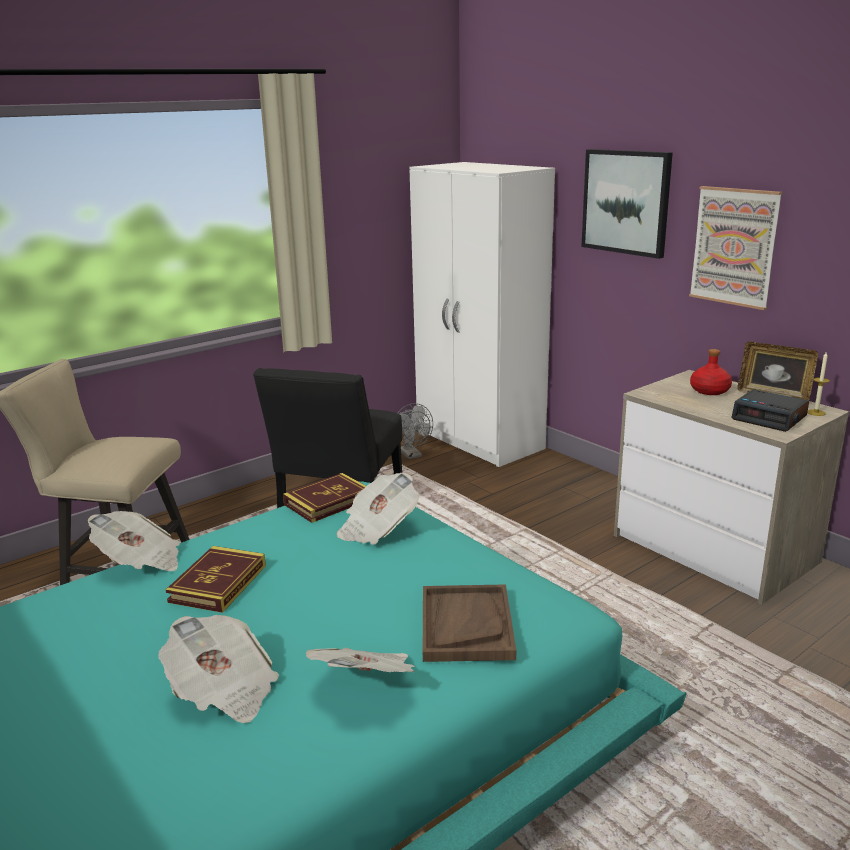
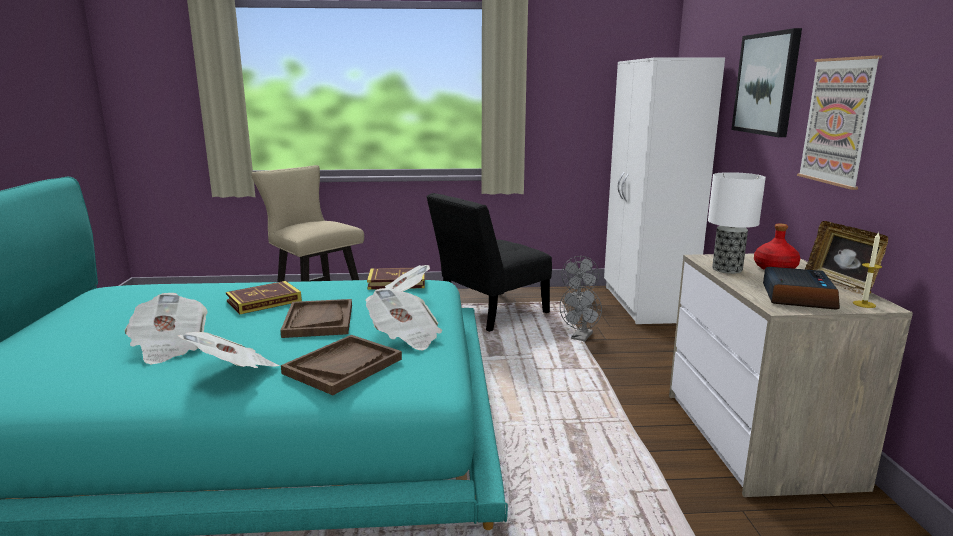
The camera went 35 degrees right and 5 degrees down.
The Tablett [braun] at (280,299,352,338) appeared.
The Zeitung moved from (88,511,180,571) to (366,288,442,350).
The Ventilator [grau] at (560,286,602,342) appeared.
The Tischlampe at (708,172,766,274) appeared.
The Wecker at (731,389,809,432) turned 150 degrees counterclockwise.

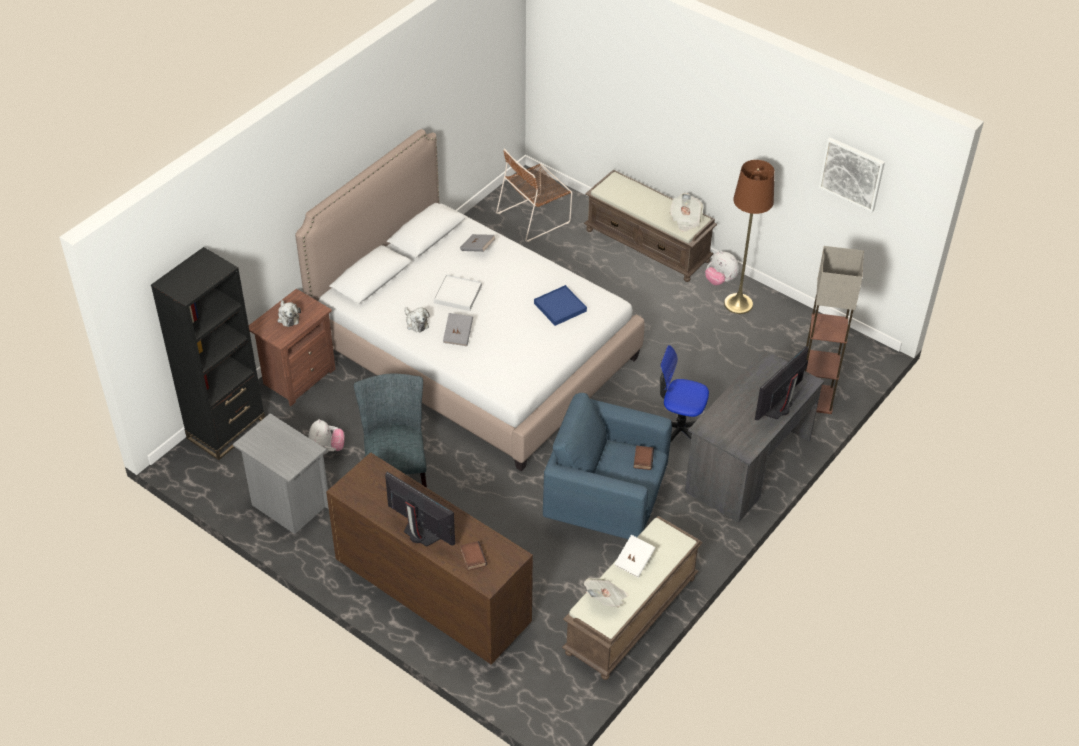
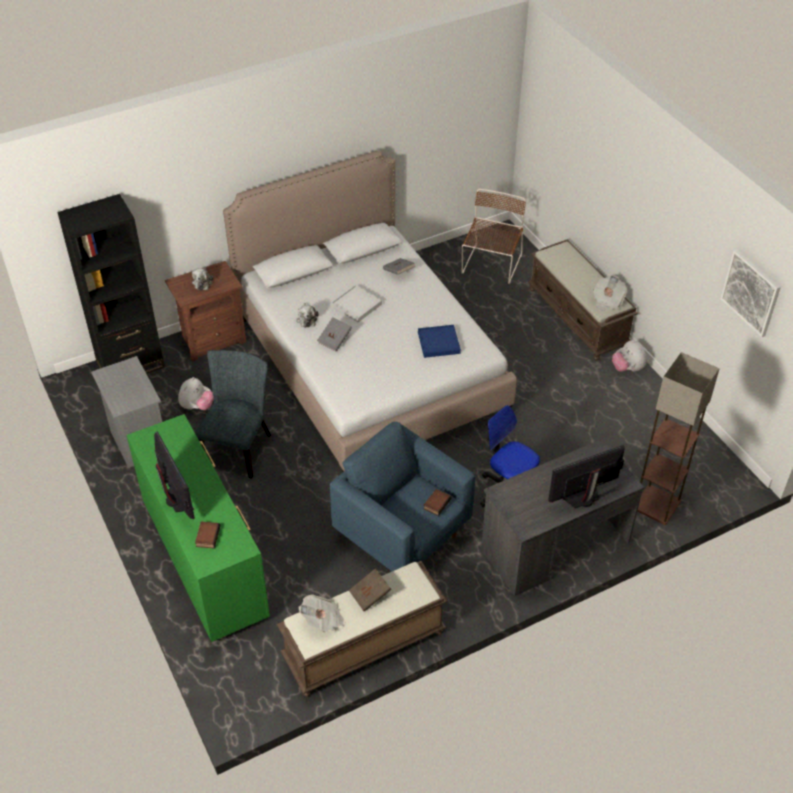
The camera went 25 degrees right and 0 degrees up.
The Kommode [braun] at (326,452,533,665) became the Kommode [grün] at (126,414,270,642).
The Buch [weiß] at (614,535,655,578) became the Buch [braun] at (349,569,391,612).
The Stuhl [braun] at (496,148,572,242) turned 120 degrees clockwise.
The Stehlampe [braun] at (724,160,775,314) disappeared.

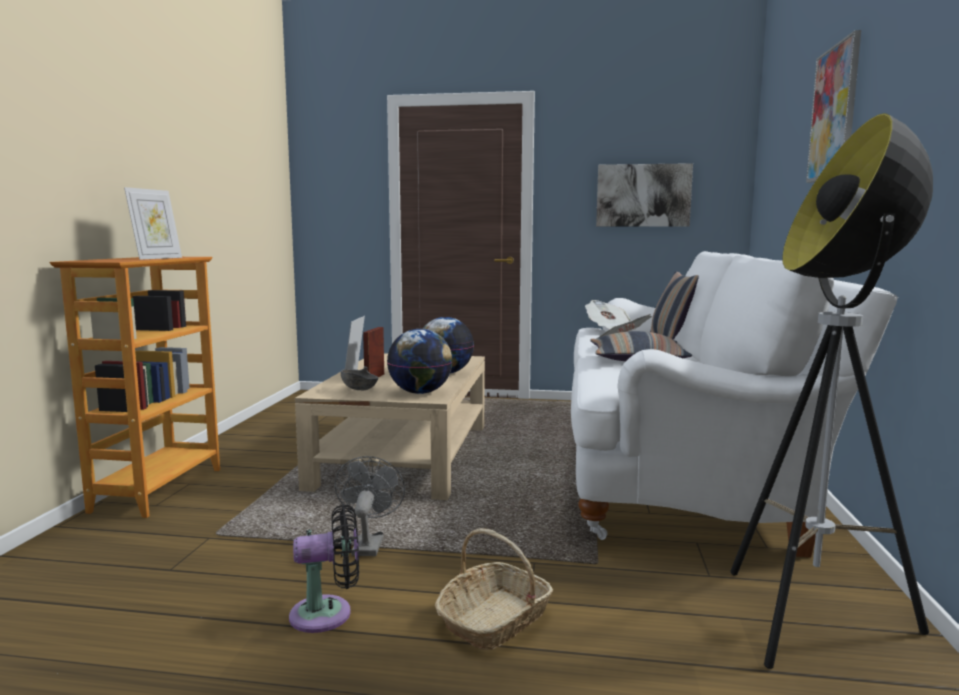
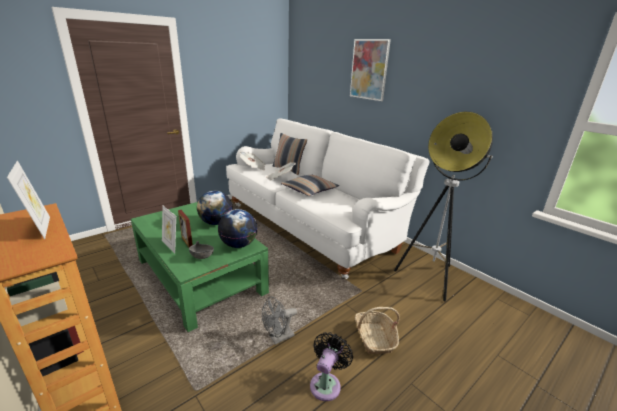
The camera went 50 degrees left and 15 degrees up.
The Couchtisch [beige] at (295,353,485,500) became the Couchtisch [grün] at (131,202,269,332).
The Ventilator [grau] at (335,456,405,556) turned 75 degrees counterclockwise.
The Bild at (596,163,693,227) disappeared.

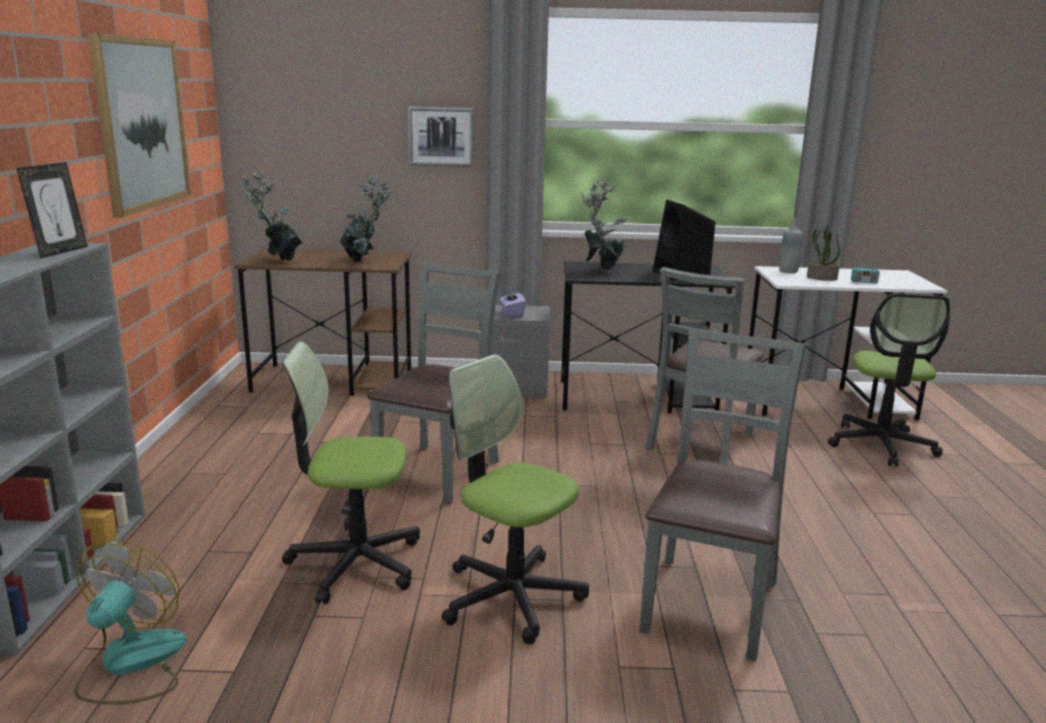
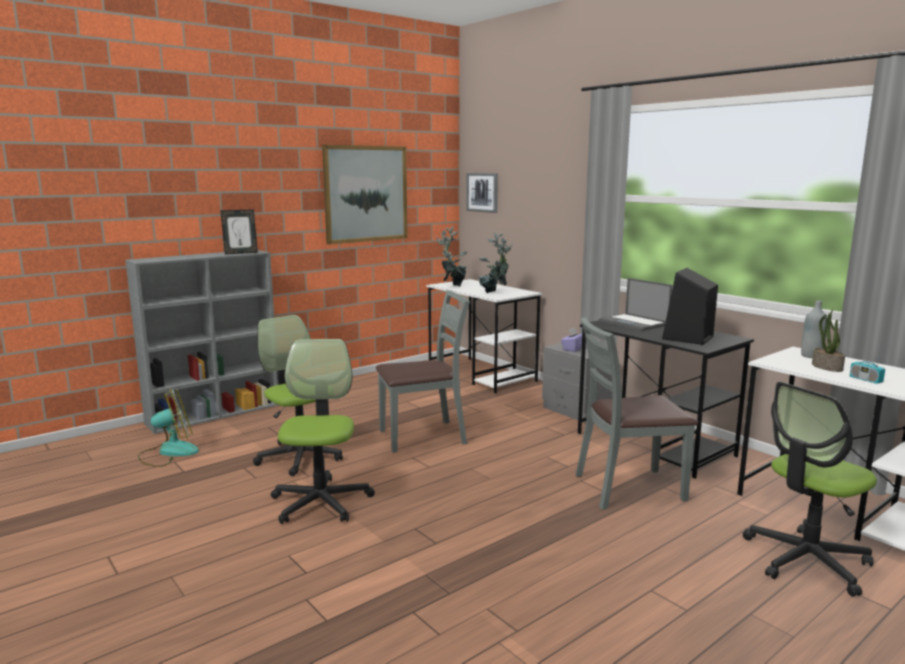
The camera went 50 degrees right and 5 degrees down.
The Schreibtisch [braun] at (234,249,412,396) became the Schreibtisch [weiß] at (426,279,543,393).
The Bild moved from (408,106,474,167) to (466,173,498,213).
The Topfpflanze at (580,178,628,271) was replaced by the Laptop at (599,278,673,331).
The Stuhl [grau] at (639,329,807,661) disappeared.

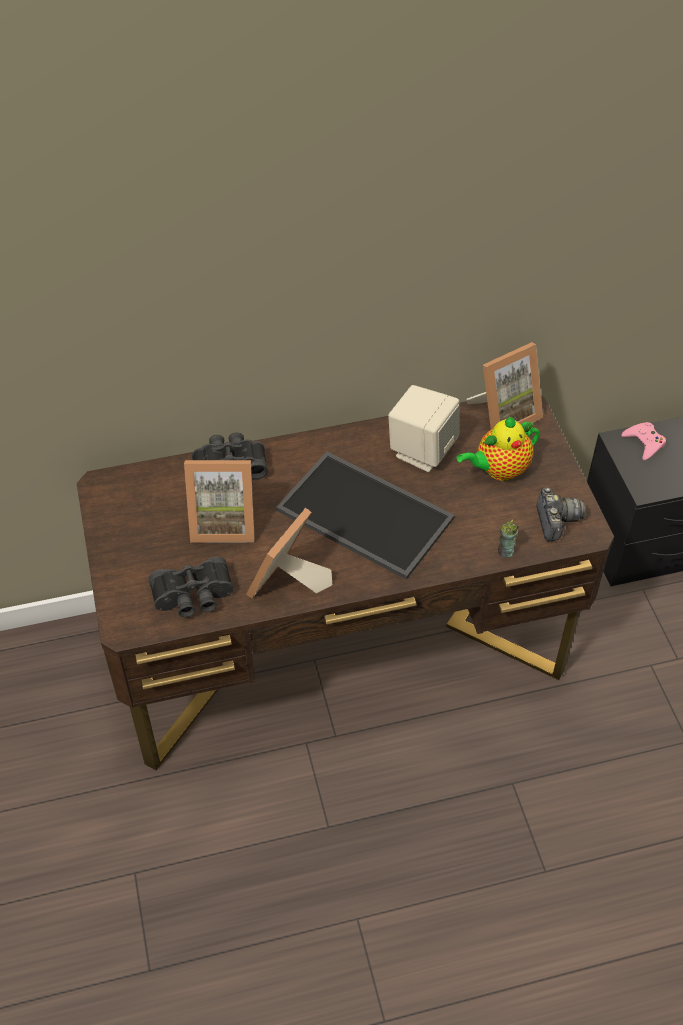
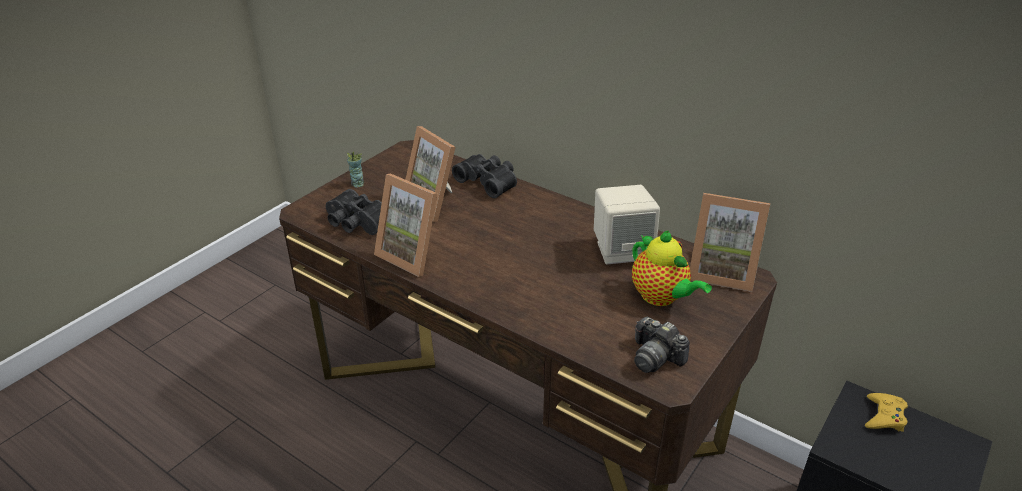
The camera went 50 degrees right and 15 degrees down.
The Tasse moved from (498,520,519,558) to (347,151,364,188).
The Bilderrahmen at (246,508,332,599) turned 135 degrees counterclockwise.
The Teekanne at (457,417,540,481) turned 150 degrees counterclockwise.
The Kamera at (536,487,585,541) turned 90 degrees clockwise.
The Gamepad [rosa] at (621,422,666,460) became the Gamepad [gelb] at (865,393,908,432).
The Tablett at (276,451,455,580) disappeared.

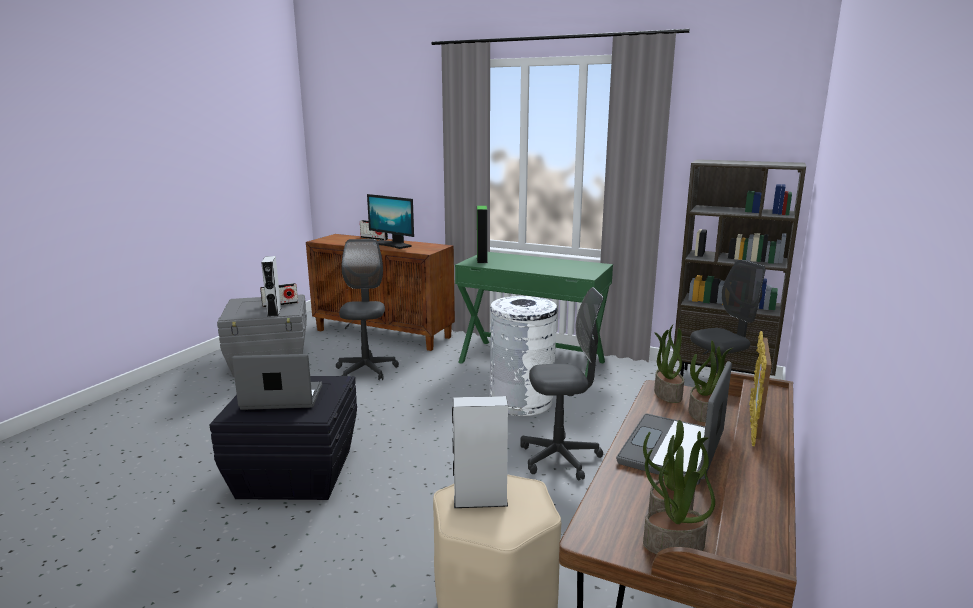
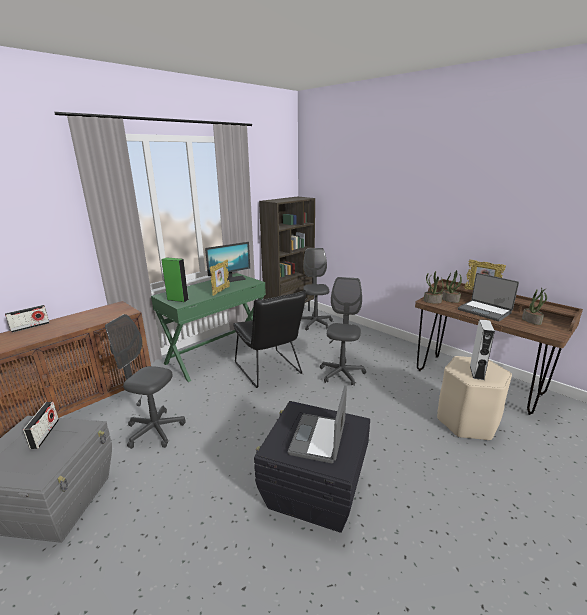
The camera went 70 degrees left and 5 degrees up.
The Monitor moved from (367,194,414,249) to (205,242,250,282).
The Bilderrahmen at (210,260,230,296) appeared.
The Mülleimer [weiß] at (489,296,557,416) was replaced by the Stuhl [schwarz] at (233,290,306,388).
The Lautsprecher [grau] at (261,256,281,317) disappeared.
The Topfpflanze at (643,446,715,554) disappeared.

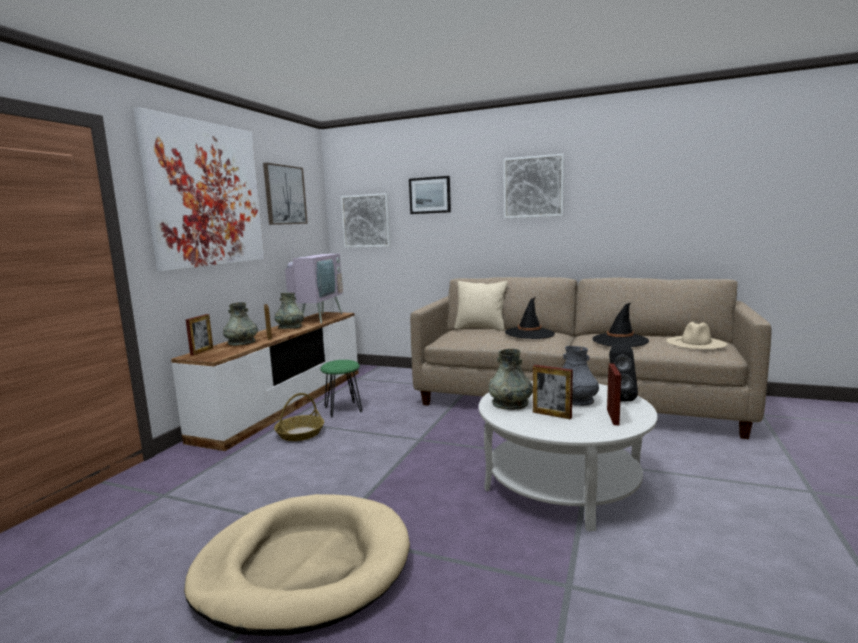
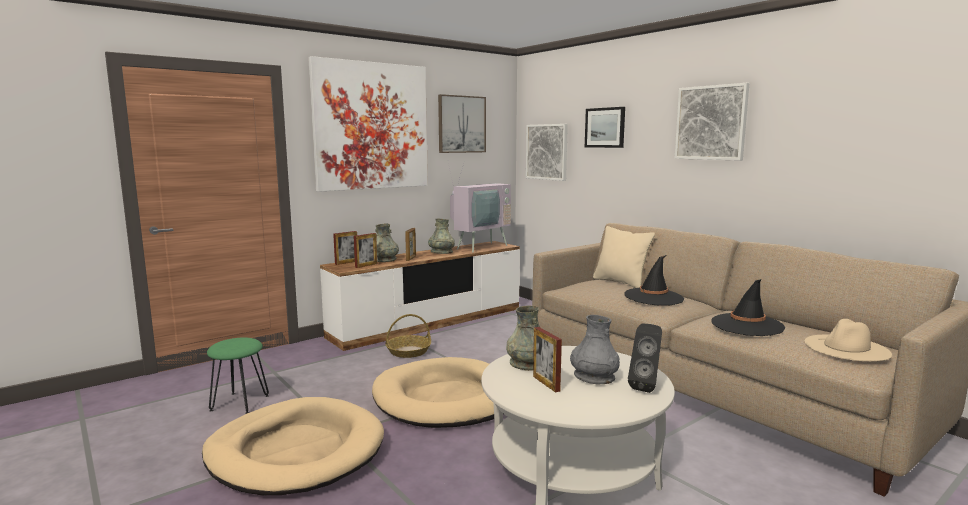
The camera went 30 degrees right and 0 degrees up.
The Hocker [grün] moved from (320,360,362,418) to (207,338,269,414).
The Bilderrahmen moved from (607,364,621,425) to (354,233,377,268).
The Hundebett [beige] at (372,357,494,428) appeared.

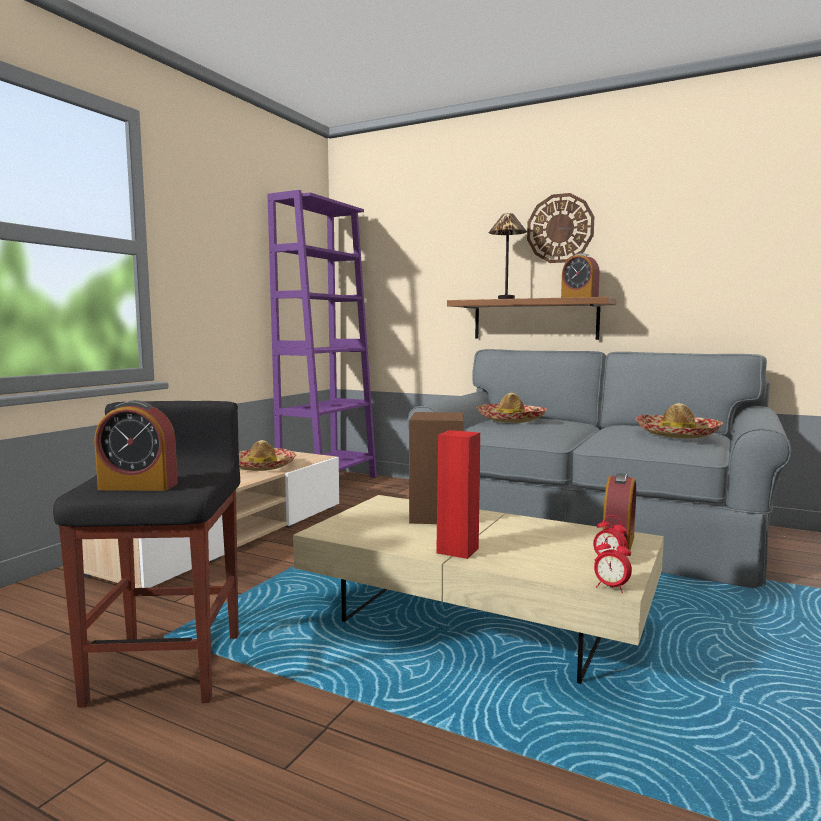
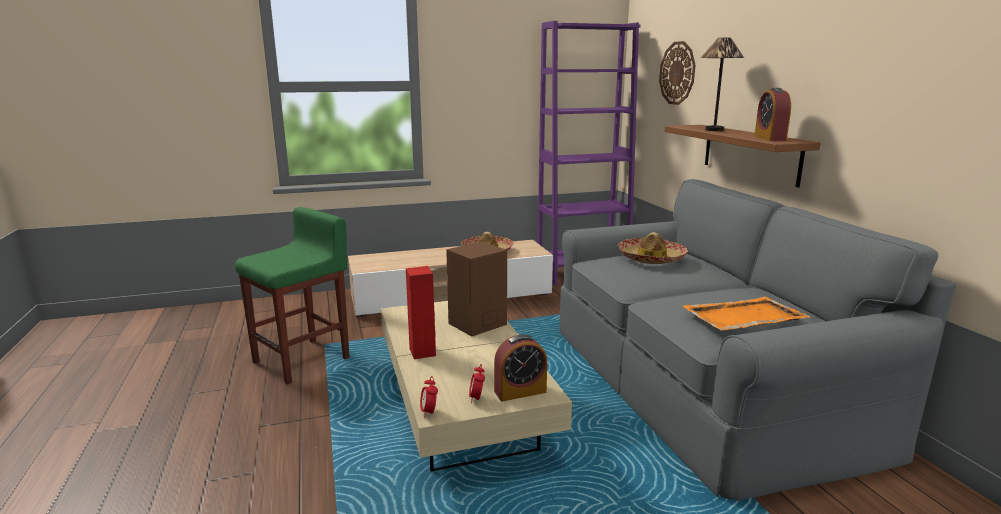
The camera went 45 degrees right and 10 degrees up.
The Hocker [schwarz] at (53,401,240,707) became the Hocker [grün] at (235,207,350,385).
The Wanduhr moved from (527,193,594,263) to (659,41,695,105).
The Hut at (635,403,723,439) was replaced by the Tablett [orange] at (683,297,810,330).
The Wecker at (95,400,178,491) disappeared.

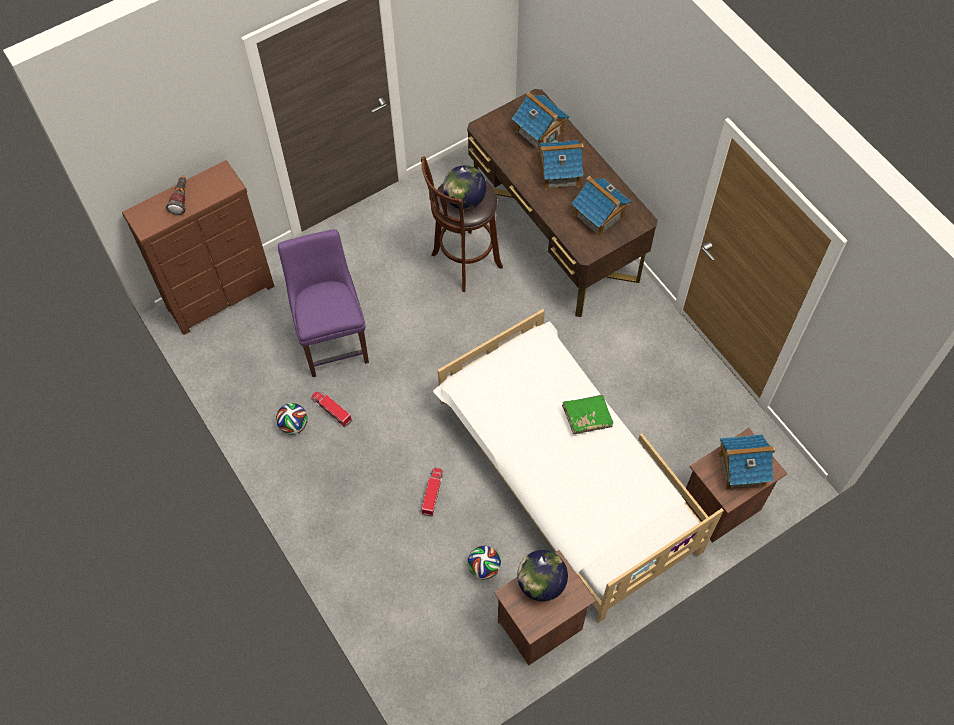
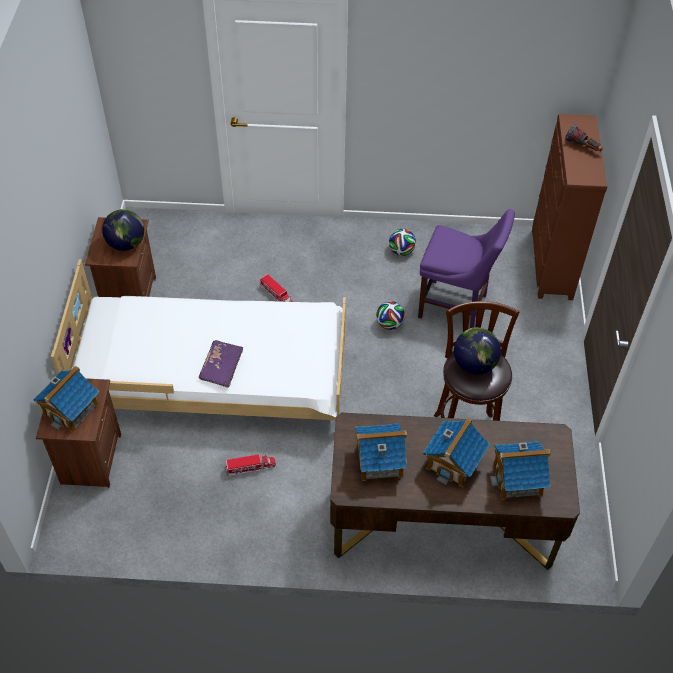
The camera went 125 degrees right and 10 degrees down.
The Buch [grün] at (562,395,613,434) became the Buch [lila] at (199,340,243,388).
The Spielzeuglaster moved from (312,392,352,427) to (225,454,276,476).
The Fußball moved from (468,546,501,580) to (376,301,405,330).

